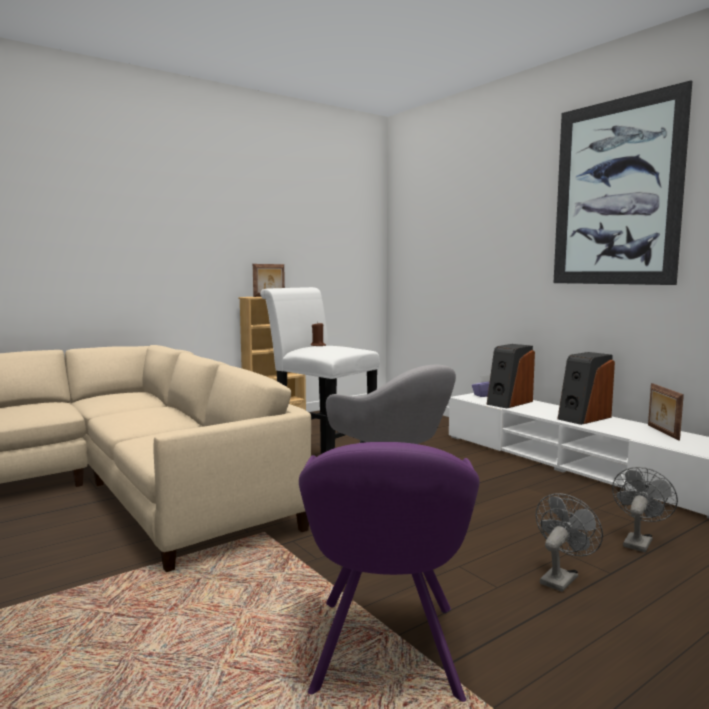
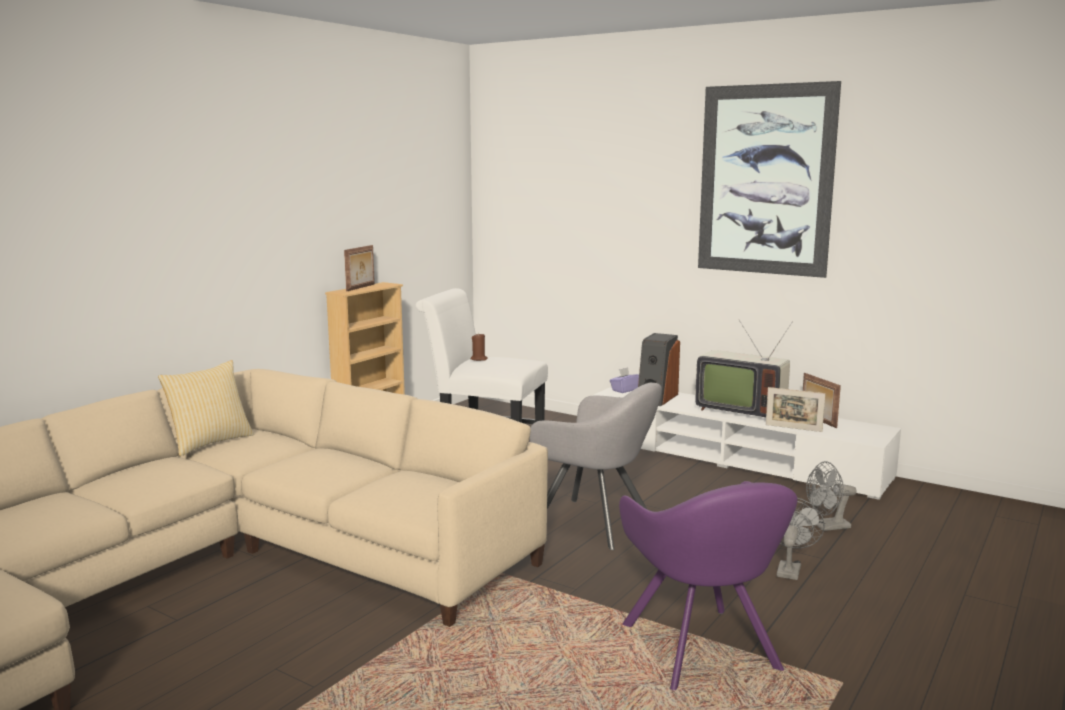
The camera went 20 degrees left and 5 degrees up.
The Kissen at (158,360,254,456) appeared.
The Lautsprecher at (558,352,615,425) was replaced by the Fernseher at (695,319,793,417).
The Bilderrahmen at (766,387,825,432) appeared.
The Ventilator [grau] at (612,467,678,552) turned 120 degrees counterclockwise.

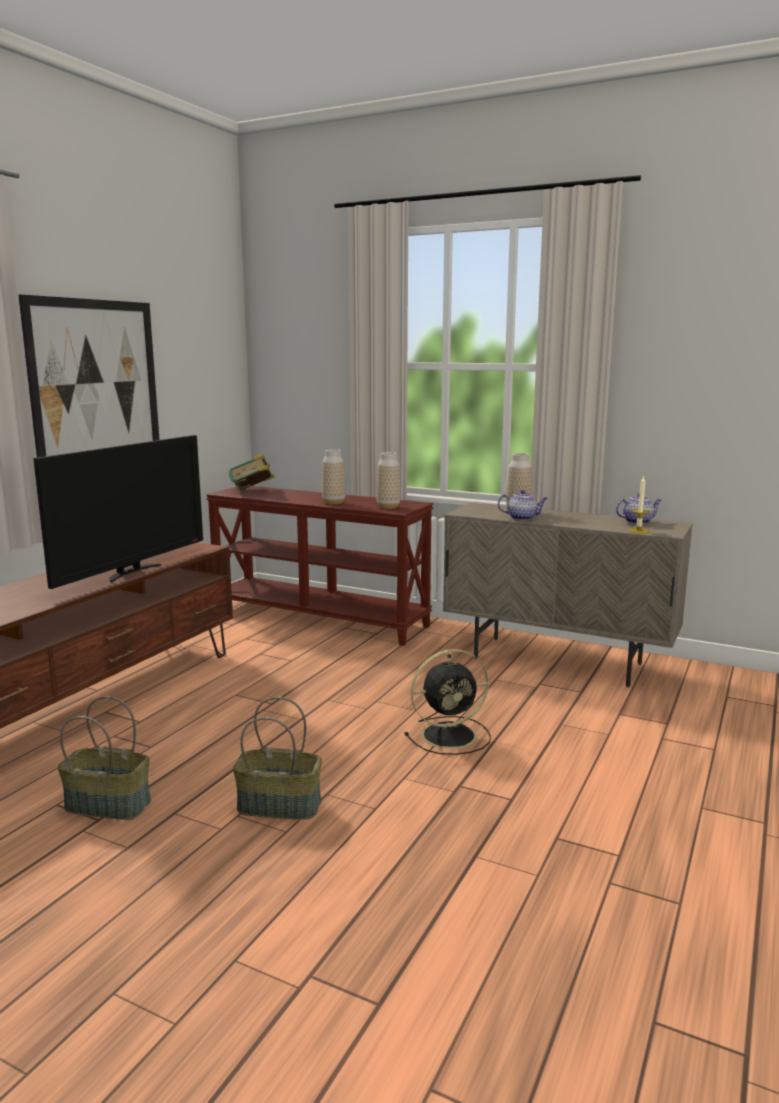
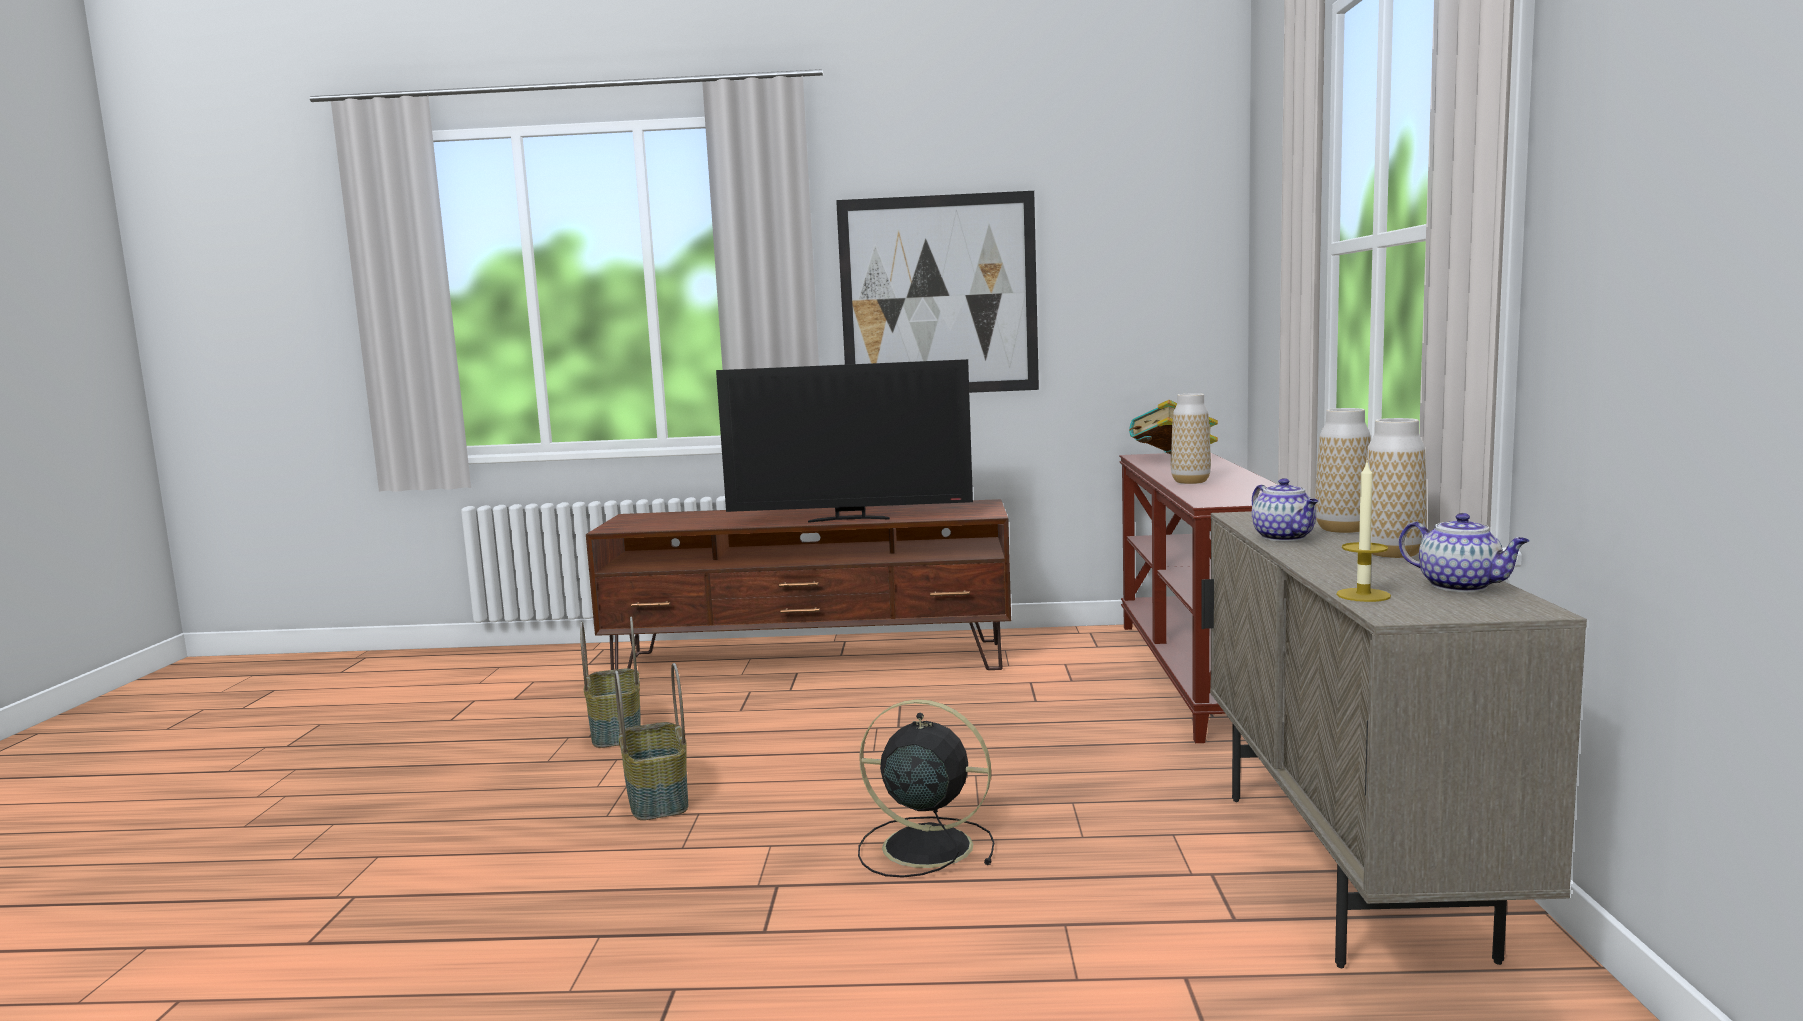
The camera went 65 degrees right and 5 degrees down.
The Ventilator [schwarz] at (404,649,491,755) turned 150 degrees clockwise.
The Vase moved from (376,452,401,509) to (1366,418,1427,558).

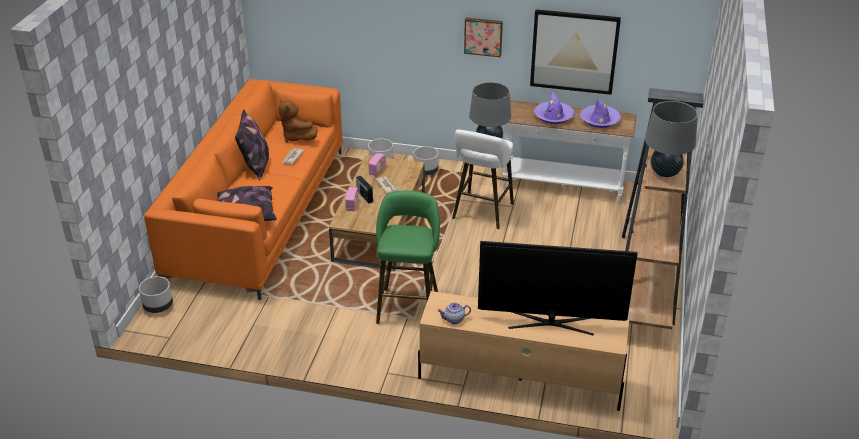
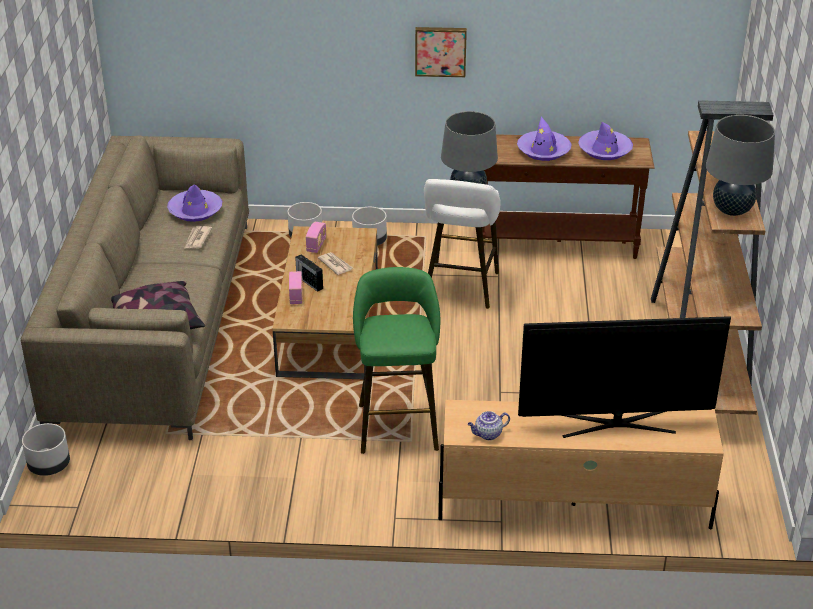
The camera went 10 degrees left and 0 degrees up.
The Sofa [orange] at (144,79,343,300) became the Sofa [beige] at (21,136,249,440).
The Plüschtier [braun] at (279,99,318,142) was replaced by the Hut [lila] at (167,184,222,222).
The Konsolentisch [weiß] at (503,100,636,204) became the Konsolentisch [braun] at (482,134,655,259).
The Kissen at (235,109,269,180) disappeared.
The Bild at (530,9,621,95) disappeared.

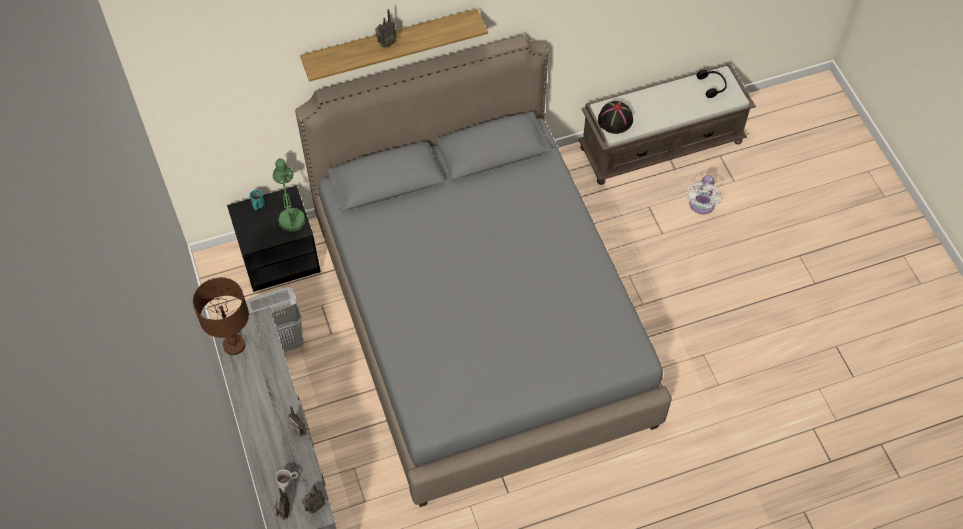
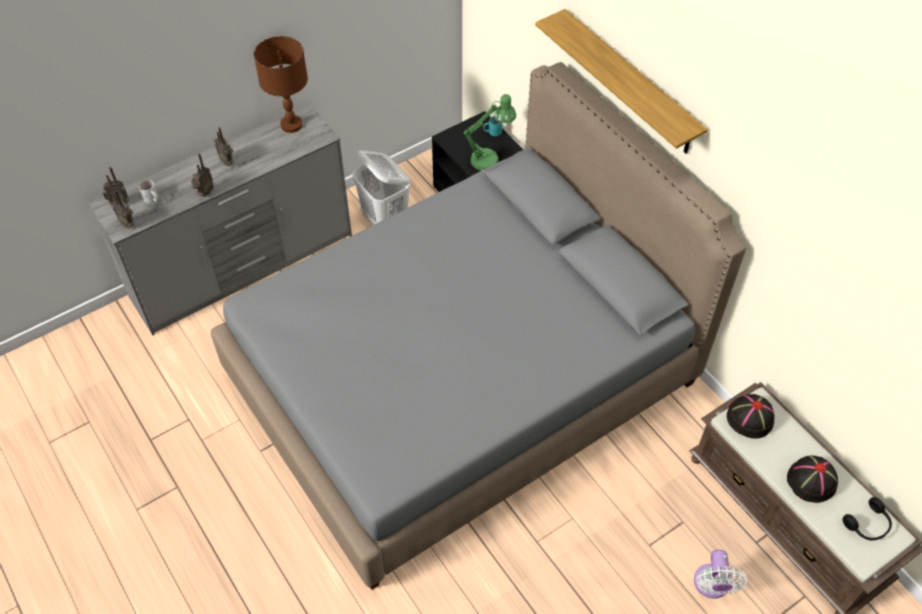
The camera went 75 degrees right and 5 degrees down.
The Radio moved from (375,9,397,48) to (214,127,234,166).
The Ventilator [weiß] at (686,175,722,214) turned 90 degrees counterclockwise.
The Hut [schwarz] at (787,456,838,503) appeared.

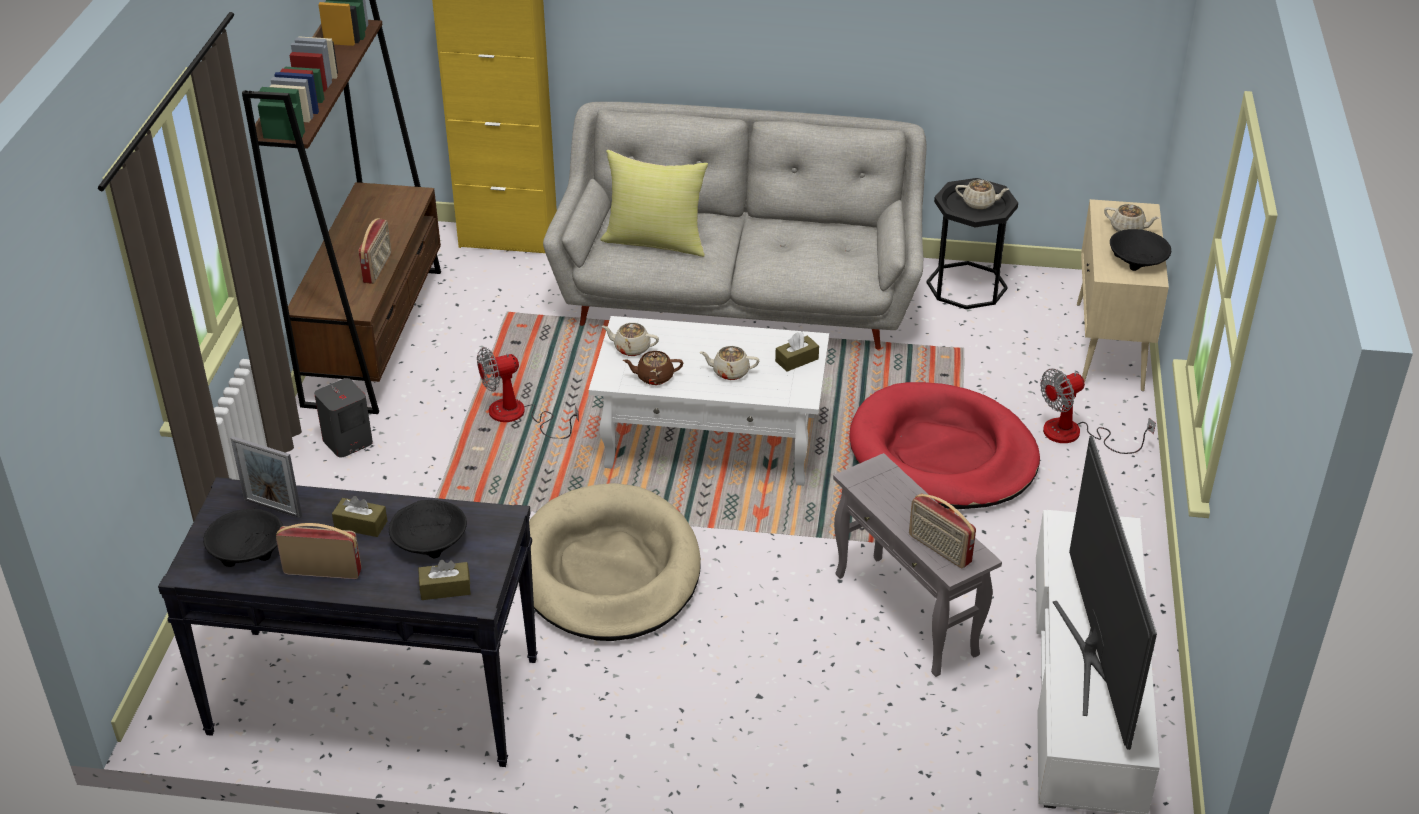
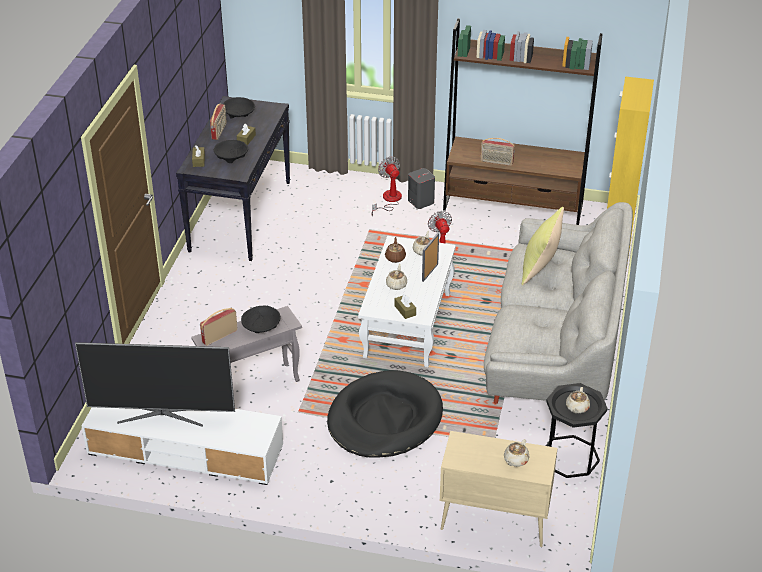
The camera went 95 degrees right and 0 degrees up.
The Schüssel [schwarz] moved from (1110,229,1171,271) to (241,306,280,333).
The Hundebett [rot] at (849,382,1040,509) became the Hundebett [schwarz] at (327,370,443,458).
The Ventilator moved from (1040,369,1156,454) to (371,157,402,216).
The Bilderrahmen moved from (231,436,302,518) to (422,233,439,282).
The Hundebett [beige] at (529,483,701,641) disappeared.

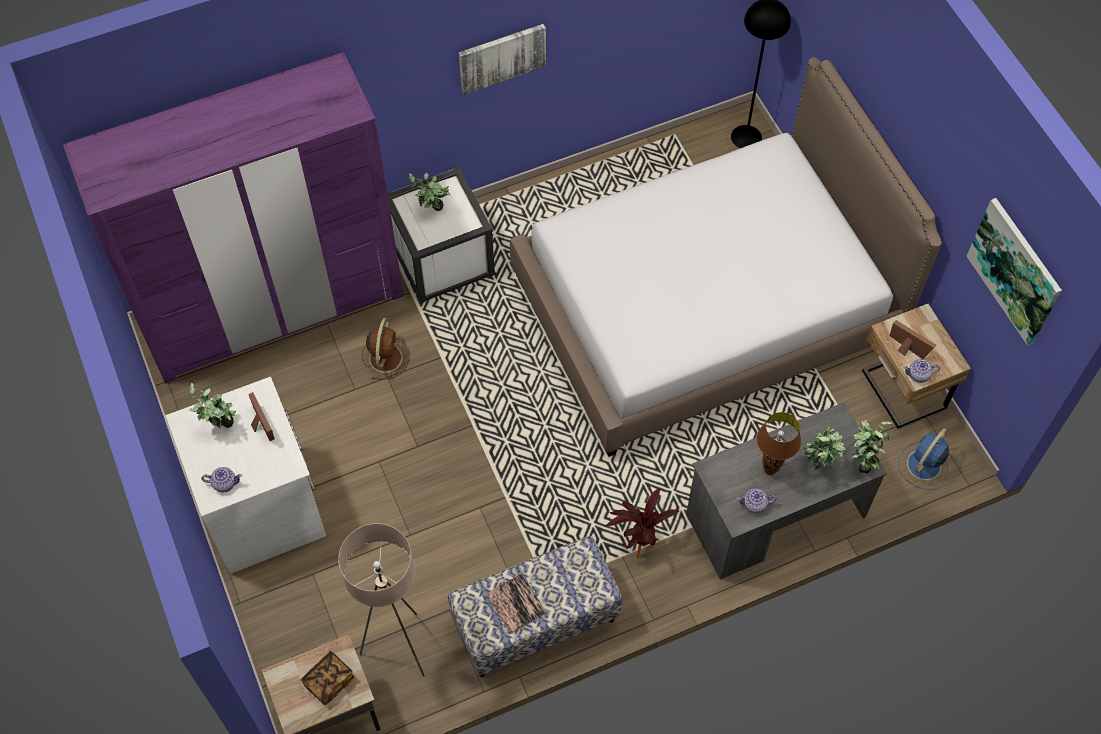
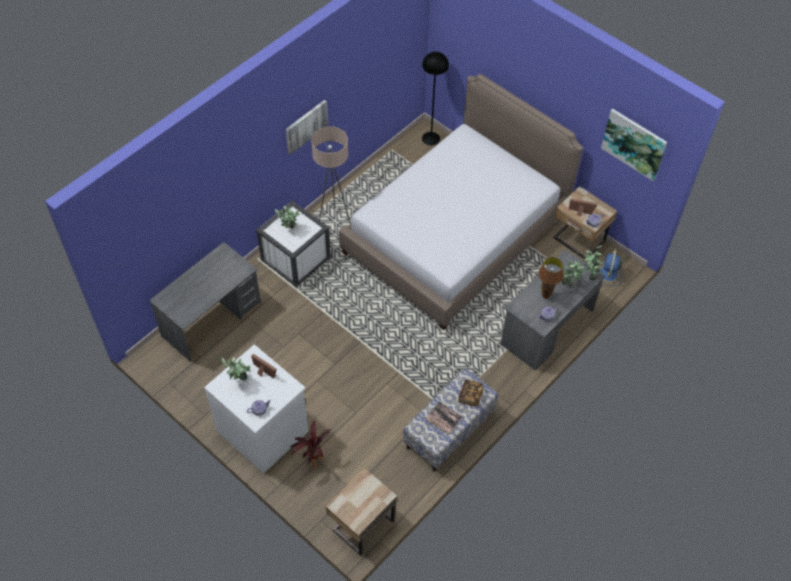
The camera went 25 degrees left and 5 degrees down.
The Kleiderschrank [lila] at (63,52,404,383) was replaced by the Schreibtisch [grau] at (149,242,261,362).
The Topfpflanze moved from (604,488,679,558) to (290,421,331,469).
The Stehlampe [beige] moved from (338,523,425,677) to (311,126,351,224).
The Buch moved from (300,651,355,705) to (458,380,484,407).
The Ventilator [braun] at (362,318,410,379) disappeared.

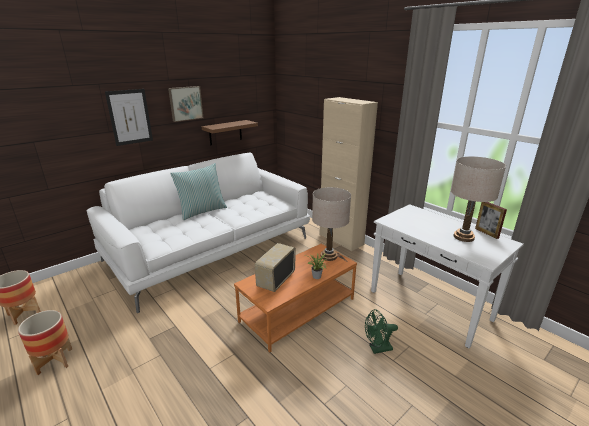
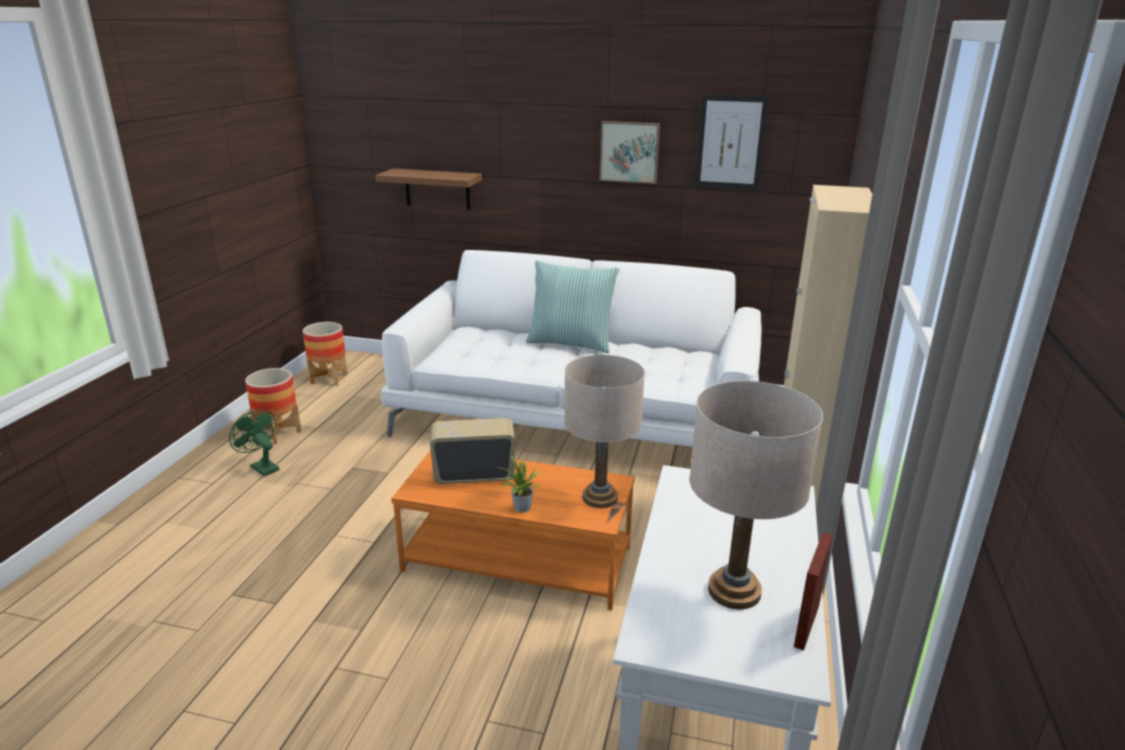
The camera went 55 degrees right and 0 degrees up.
The Ventilator [grün] moved from (365,309,398,354) to (229,409,279,477).
The Wandregal [braun] moved from (202,120,258,145) to (375,169,482,210).
The Bild moved from (105,89,153,146) to (695,94,769,190).

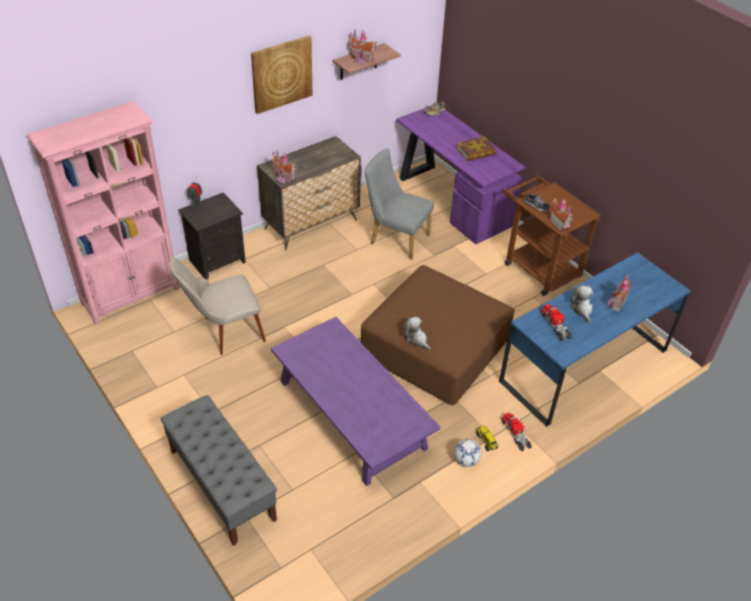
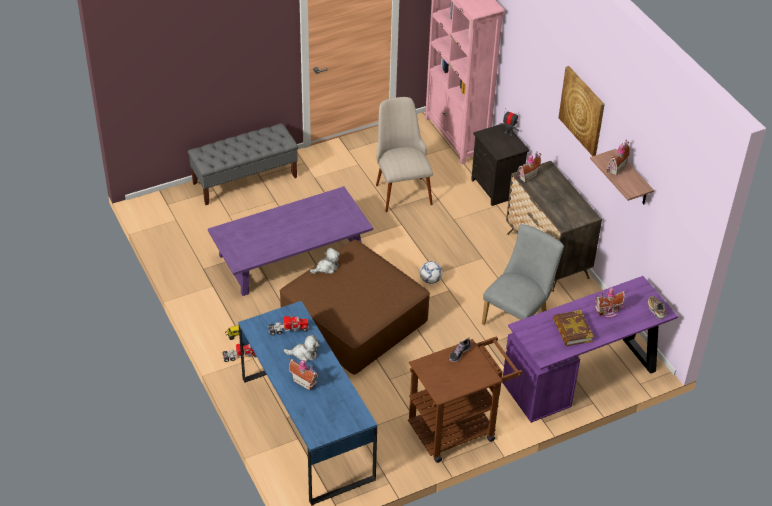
The camera went 100 degrees right and 0 degrees up.
The Fußball moved from (454,439,482,467) to (420,261,443,284).
The Spielzeughaus moved from (549,198,573,232) to (595,288,626,318).

